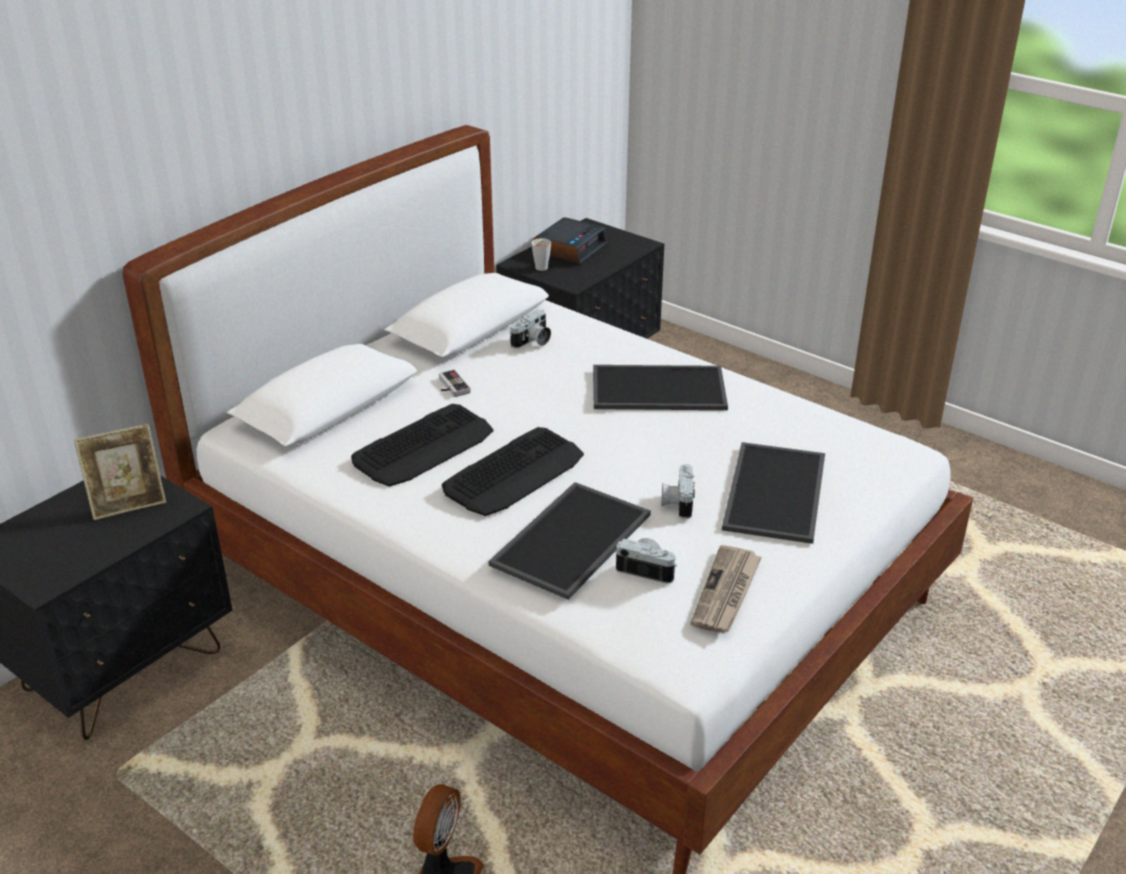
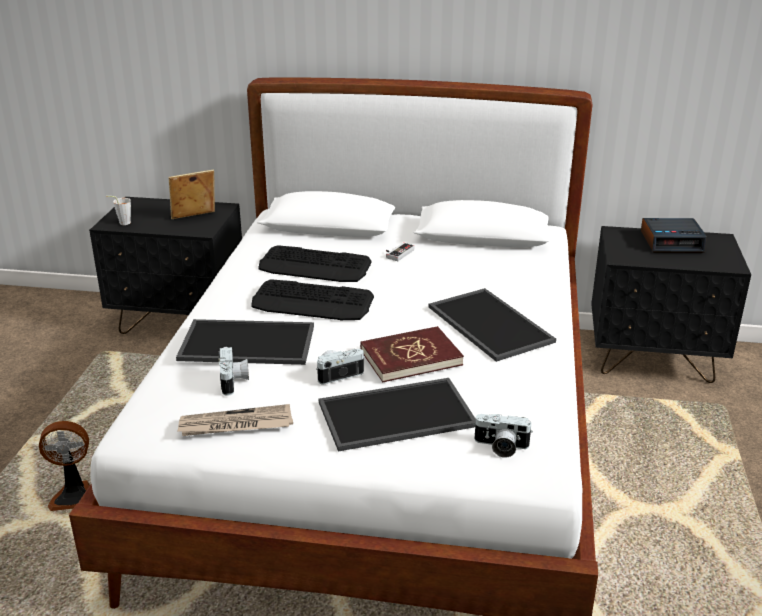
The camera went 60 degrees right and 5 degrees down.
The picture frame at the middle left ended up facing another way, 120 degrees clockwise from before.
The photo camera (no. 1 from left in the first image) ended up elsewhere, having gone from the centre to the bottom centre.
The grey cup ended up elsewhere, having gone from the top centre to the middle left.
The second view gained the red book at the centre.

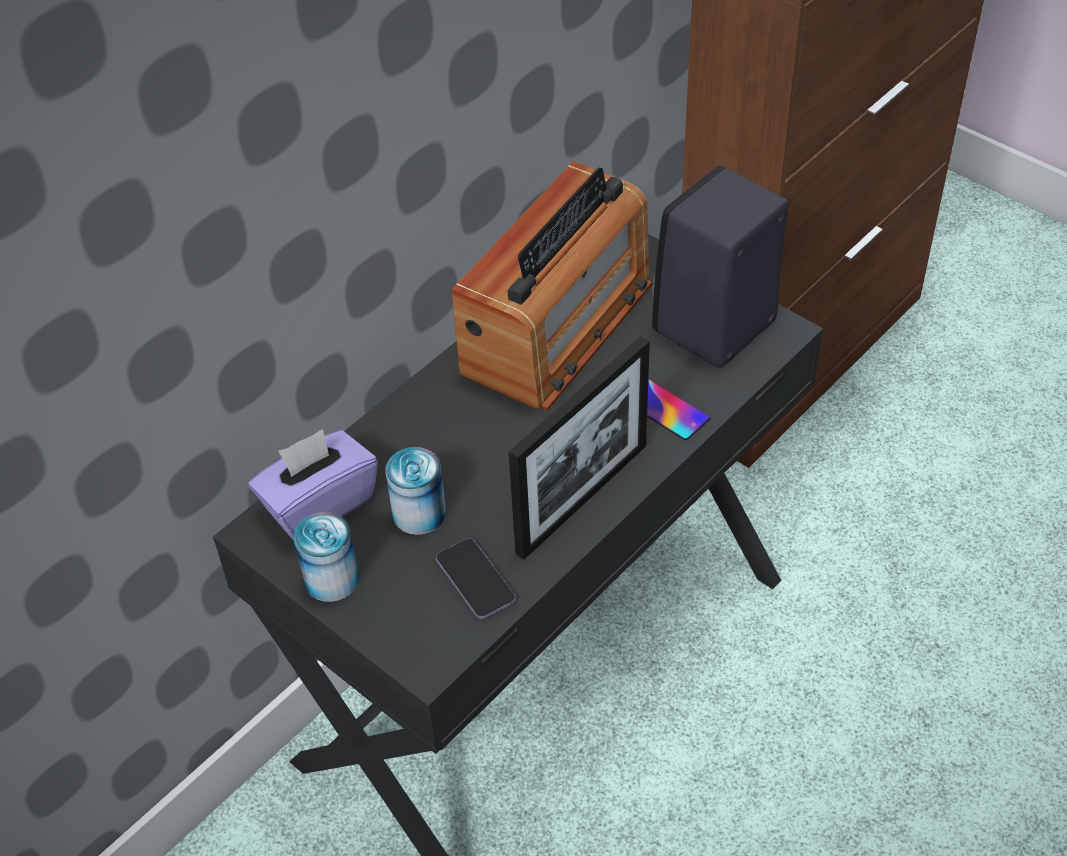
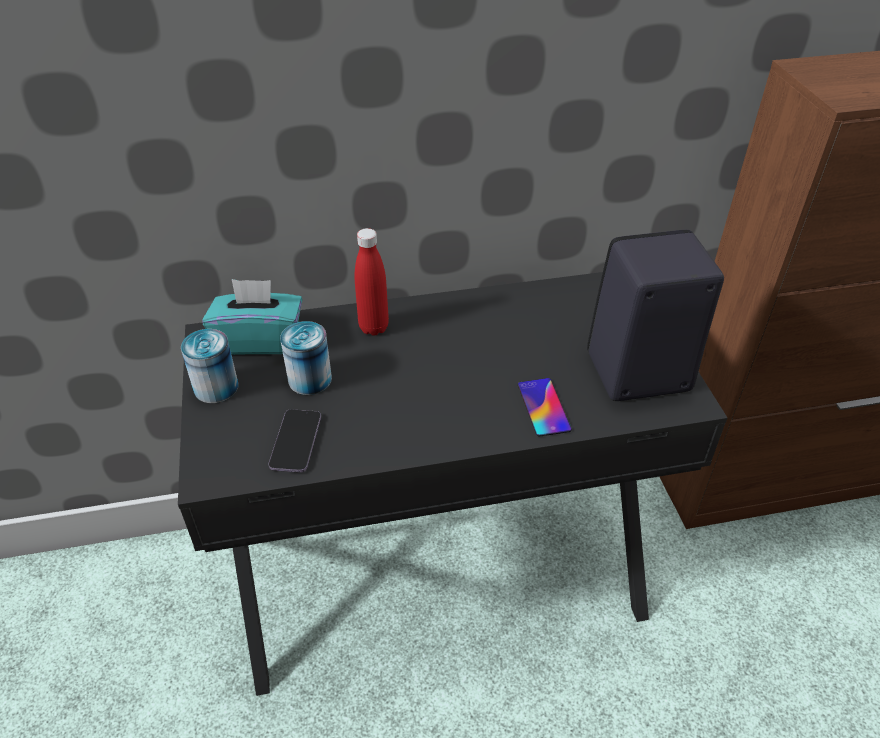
The camera went 35 degrees right and 5 degrees down.
What was the purple tissue box at the middle left turned into the turquoise tissue box at the middle left.
The second view lost the radio at the centre.
The second view lost the picture frame at the centre.
The second view gained the red bottle at the centre.

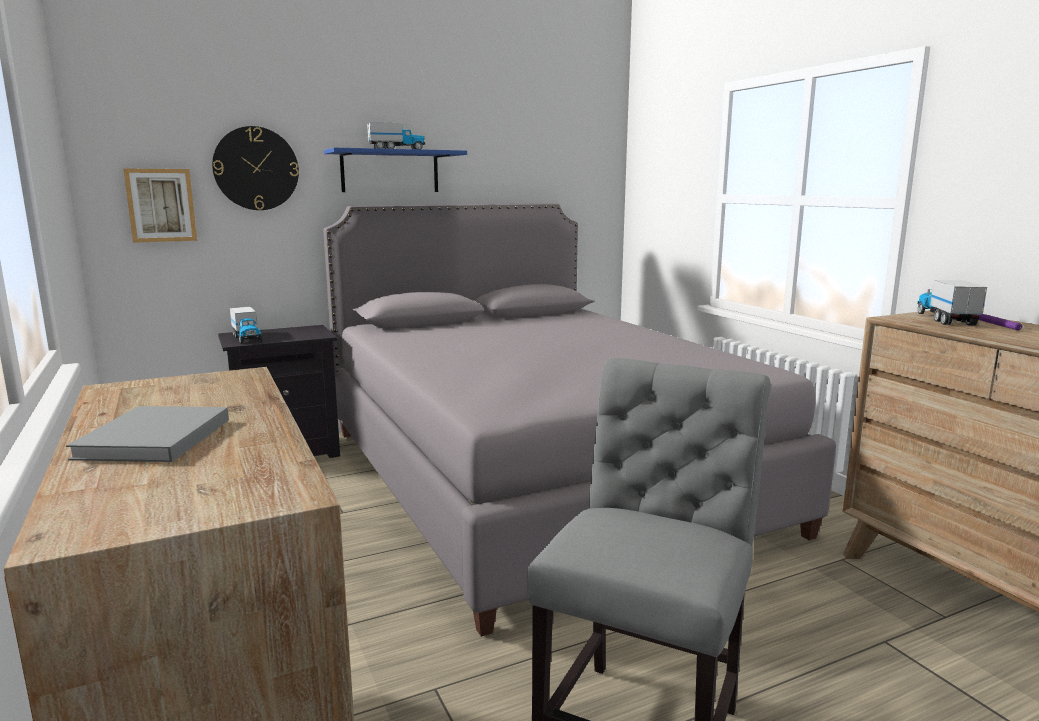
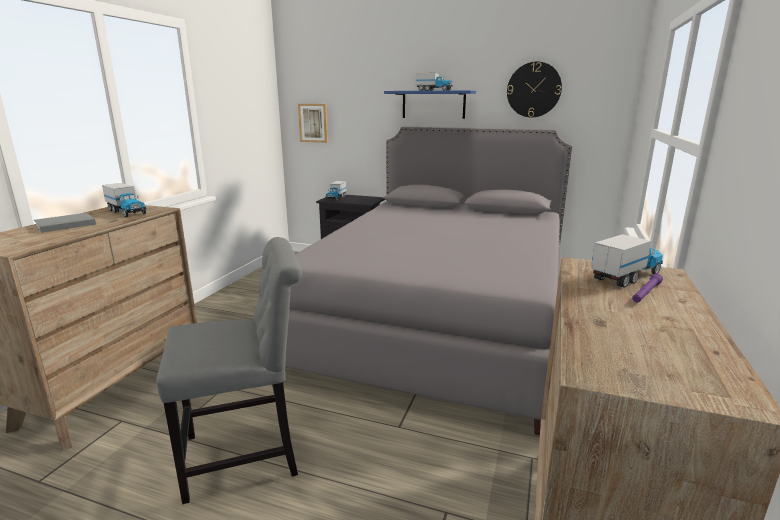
The camera went 45 degrees right and 5 degrees up.
The wall clock ended up elsewhere, having gone from the top left to the top right.
The second view gained the toy truck (no. 1 from left) at the middle left.

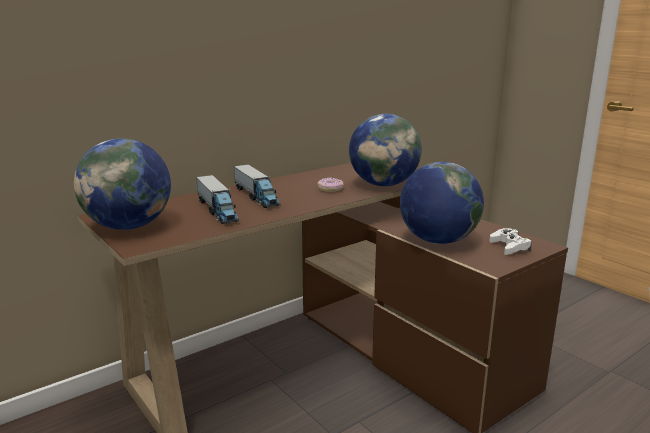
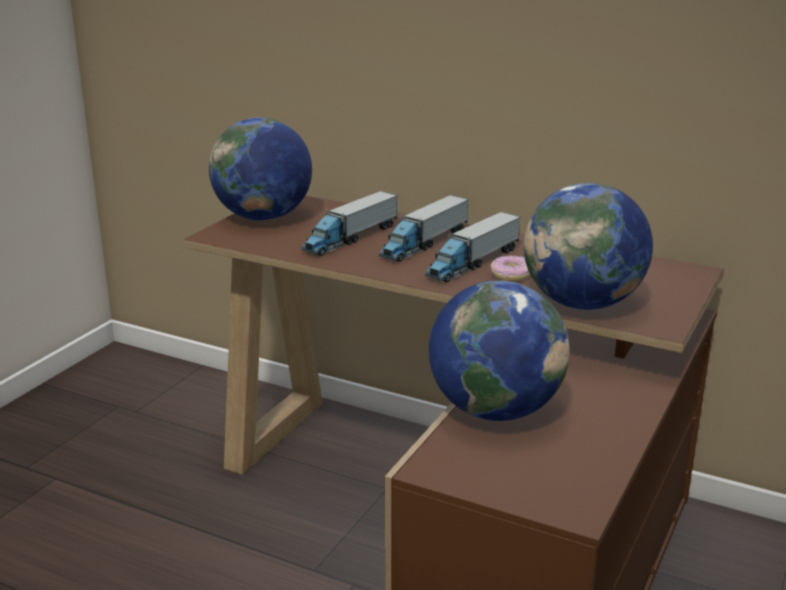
The camera went 65 degrees right and 5 degrees up.
The second view lost the white game controller at the middle right.
The second view gained the toy truck (no. 3 from left) at the centre.

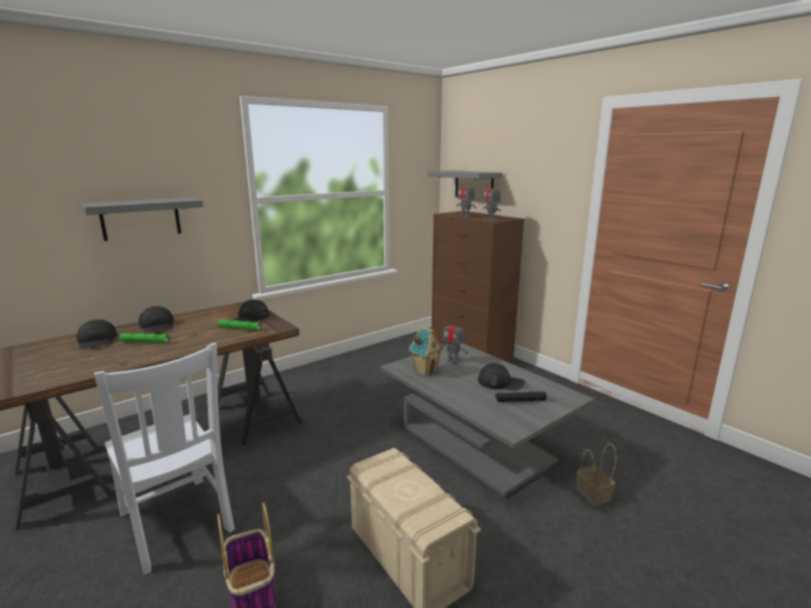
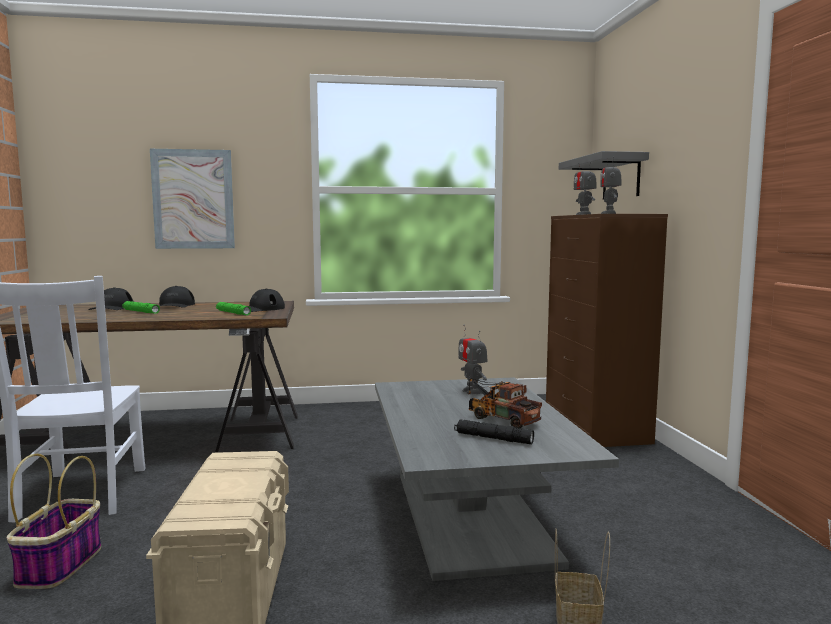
The camera went 30 degrees right and 10 degrees down.
Where the grey shelf (no. 1 from left) hung at the middle left, the picture came to hang at the top left.
The second view lost the toy house at the centre.
Where the black cap (no. 4 from left) stood at the centre, the toy truck came to stand at the centre.

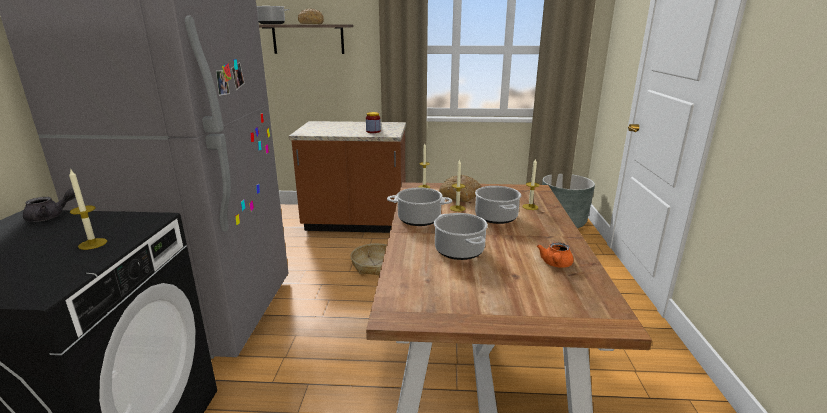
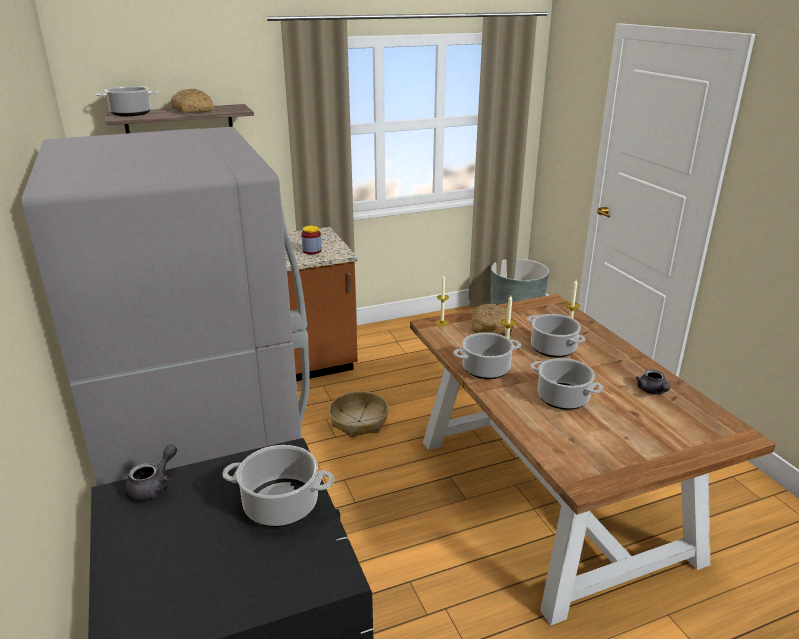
The camera went 25 degrees left and 5 degrees up.
Where the candle (no. 1 from left) stood at the middle left, the cooking pot (no. 2 from left) came to stand at the bottom centre.
What was the orange teapot at the middle right turned into the grey teapot (no. 2 from left) at the middle right.

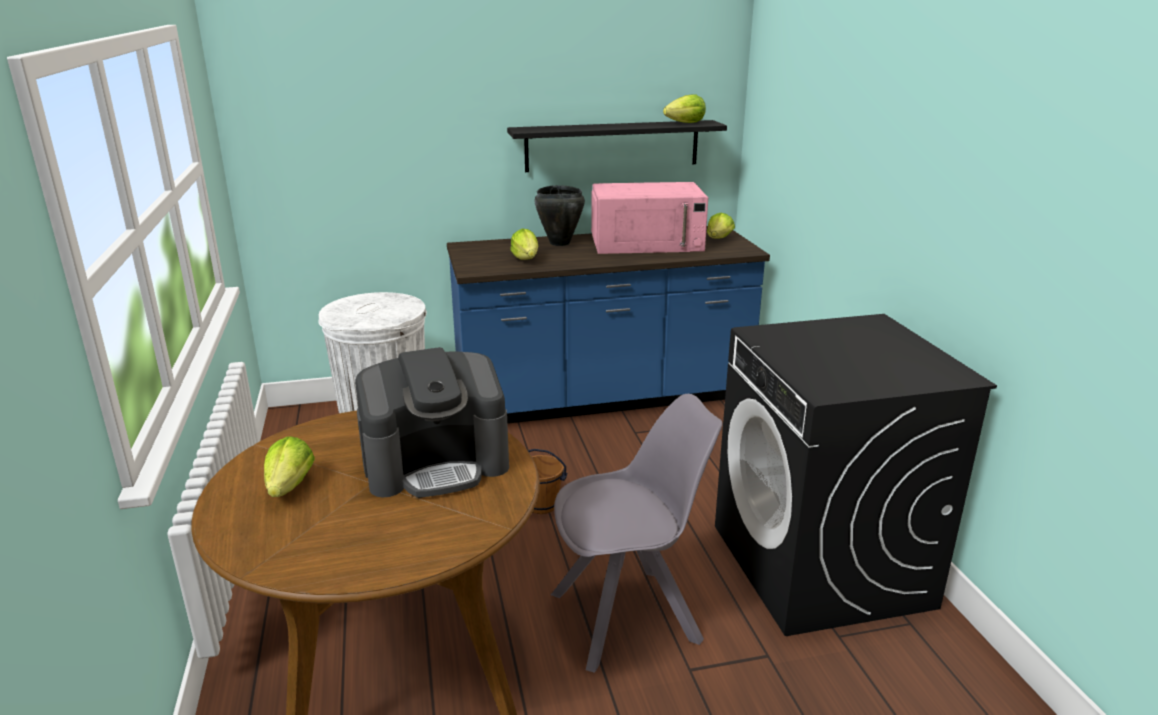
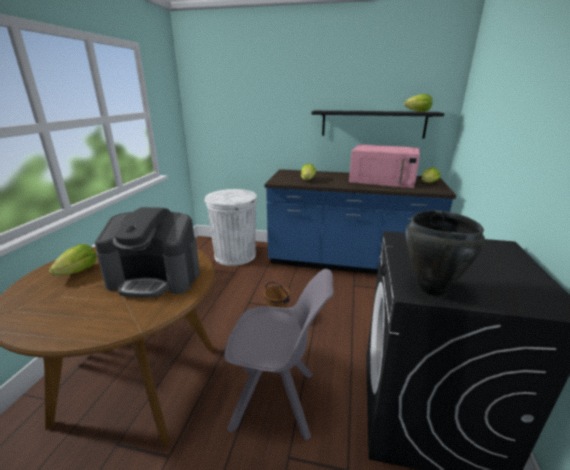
The camera went 25 degrees right and 0 degrees up.
The black cooking pot ended up elsewhere, having gone from the top centre to the middle right.

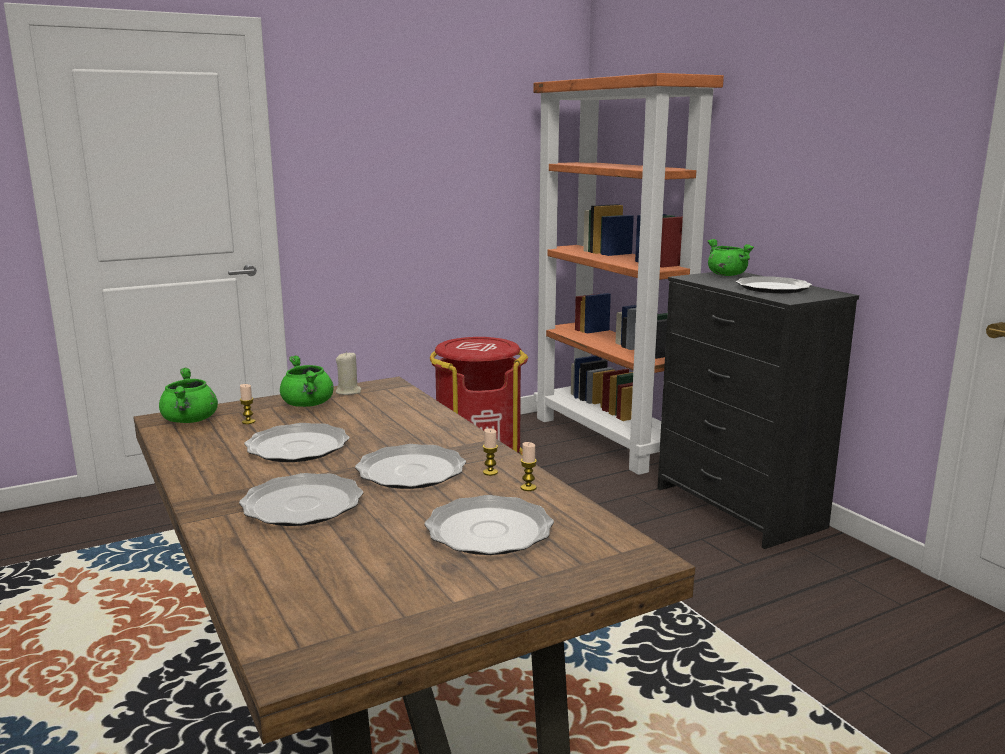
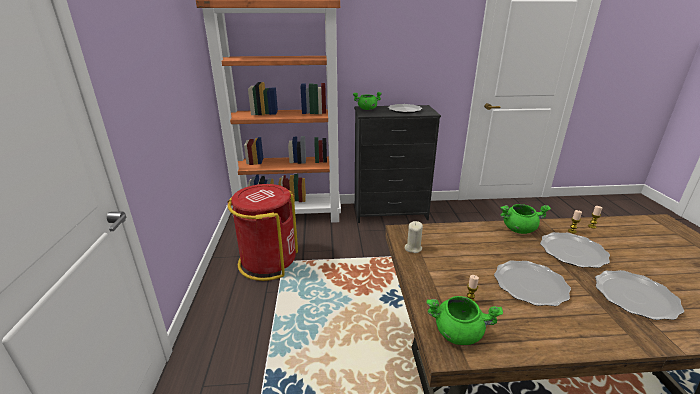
The camera went 65 degrees left and 10 degrees up.
The green cooking pot (no. 2 from left in the first image) ended up elsewhere, having gone from the middle left to the middle right.
The second view lost the plate (no. 4 from left) at the bottom centre.

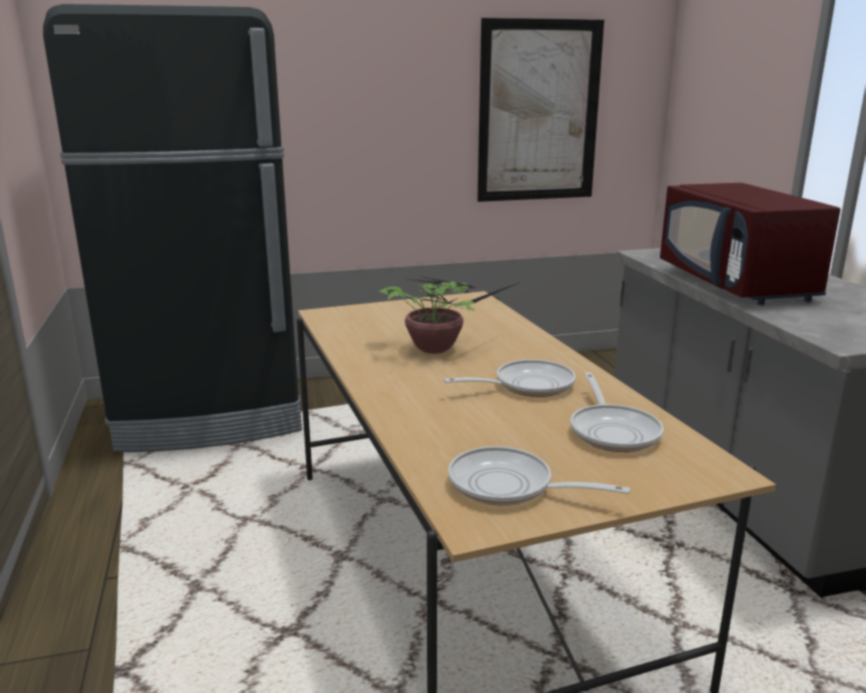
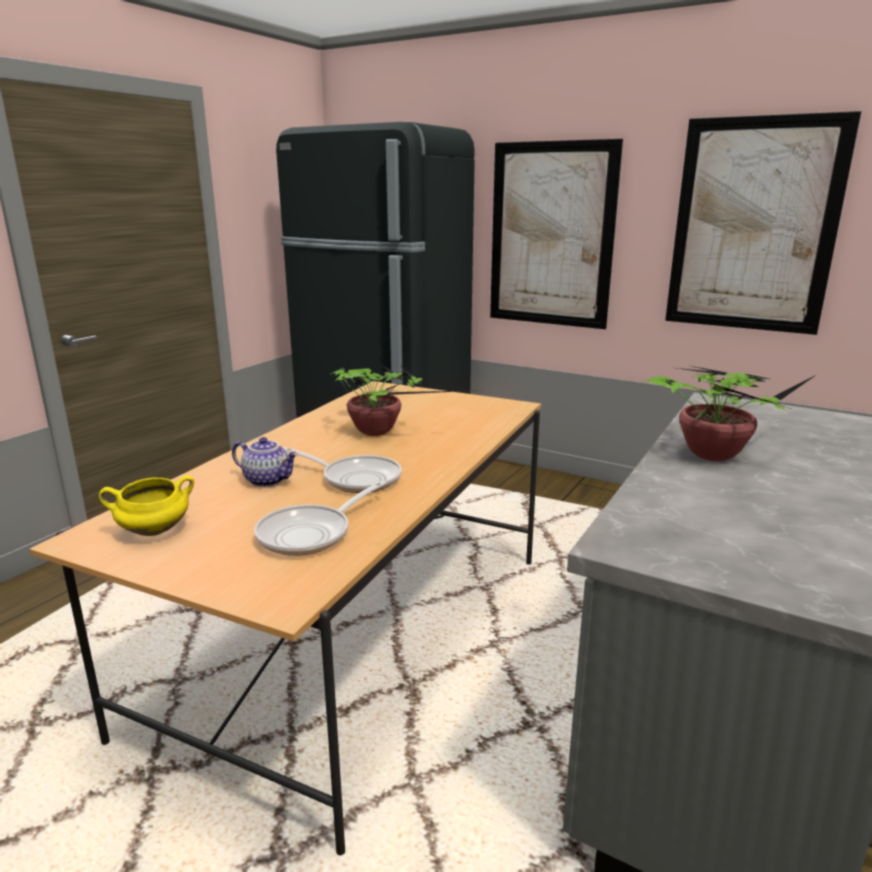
The camera went 45 degrees right and 0 degrees up.
Where the frying pan (no. 2 from left) stood at the bottom centre, the yellow cooking pot came to stand at the middle left.
Where the red microwave stood at the middle right, the potted plant (no. 2 from left) came to stand at the middle right.
The second view gained the teapot at the middle left.
The second view gained the picture (no. 1 from left) at the top centre.

